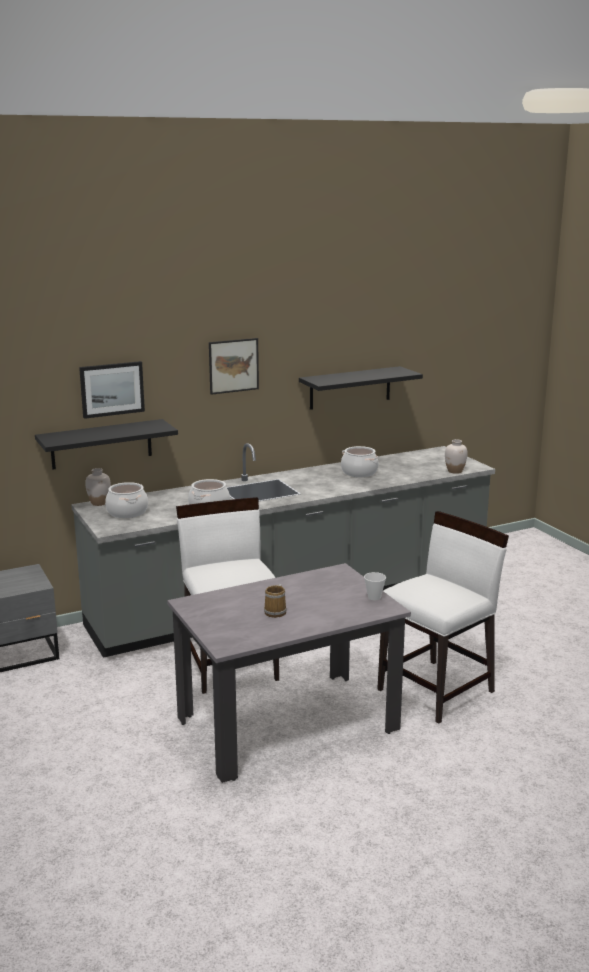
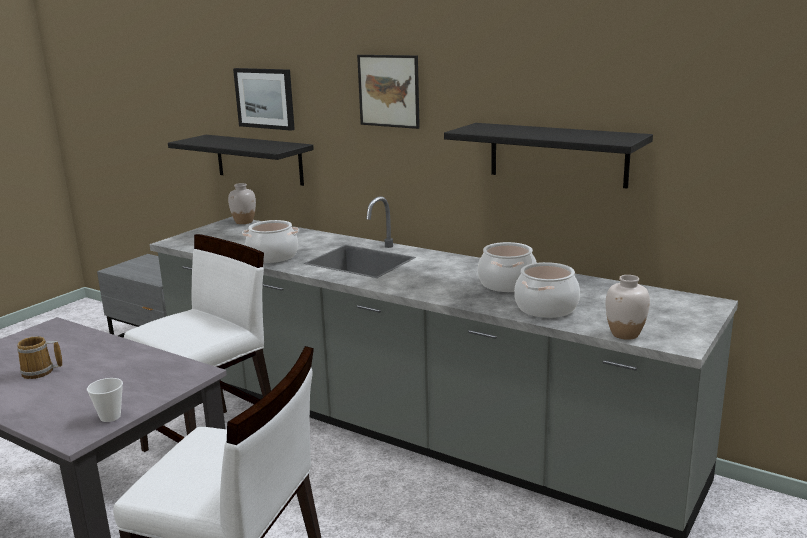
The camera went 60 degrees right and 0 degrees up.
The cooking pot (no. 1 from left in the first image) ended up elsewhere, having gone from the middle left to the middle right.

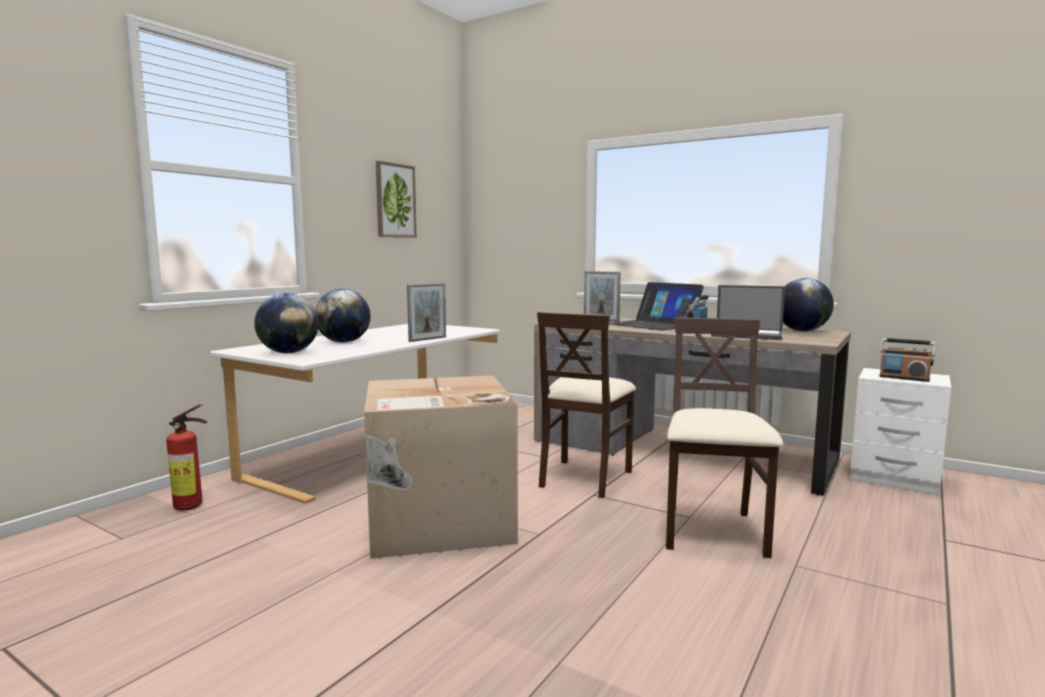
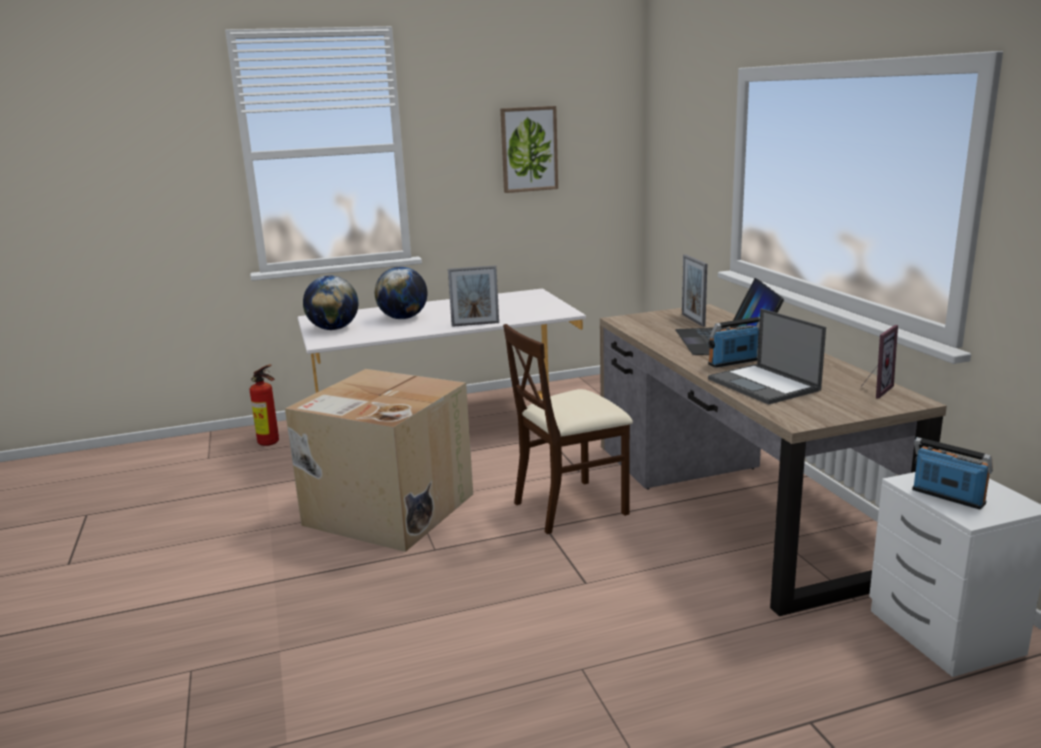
The camera went 40 degrees right and 10 degrees up.
The second view lost the beige chair (no. 2 from left) at the middle right.
Where the globe (no. 3 from left) stood at the middle right, the picture frame (no. 3 from left) came to stand at the middle right.
The radio (no. 2 from left) at the middle right ended up facing another way, 150 degrees clockwise from before.

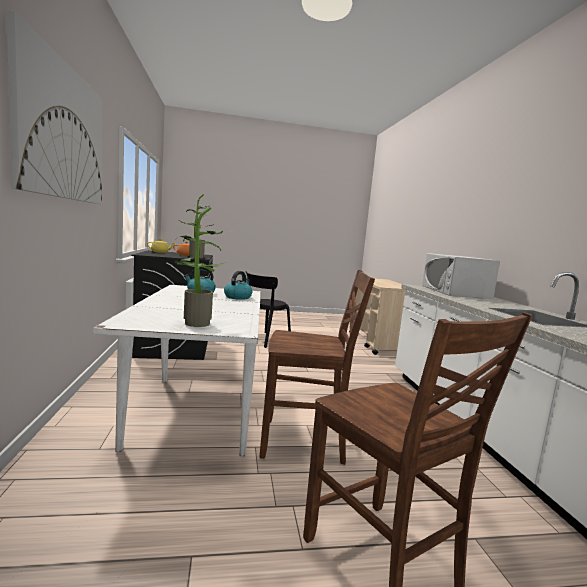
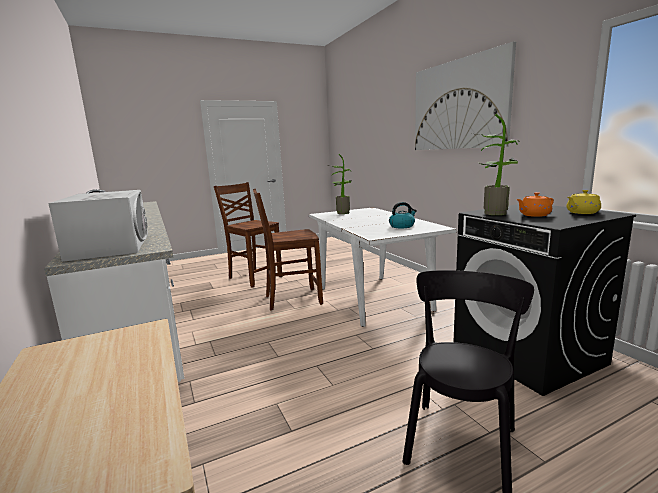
The camera went 165 degrees right and 5 degrees up.
The second view lost the kettle (no. 2 from left) at the centre.

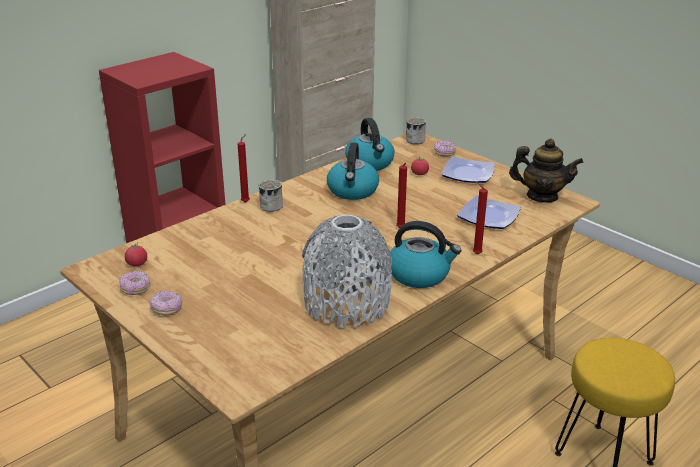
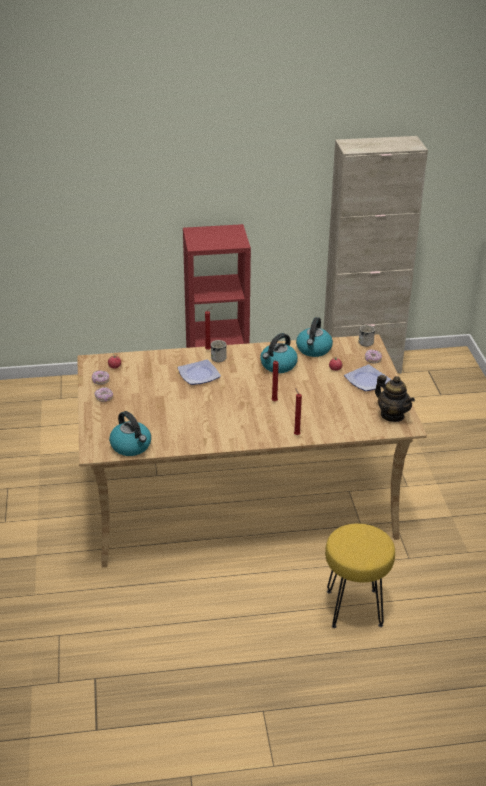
The camera went 35 degrees right and 5 degrees up.
The second view lost the grey vase at the centre.
The kettle (no. 3 from left in the first image) ended up elsewhere, having gone from the centre to the middle left.
The plate (no. 2 from left in the first image) ended up elsewhere, having gone from the middle right to the centre.

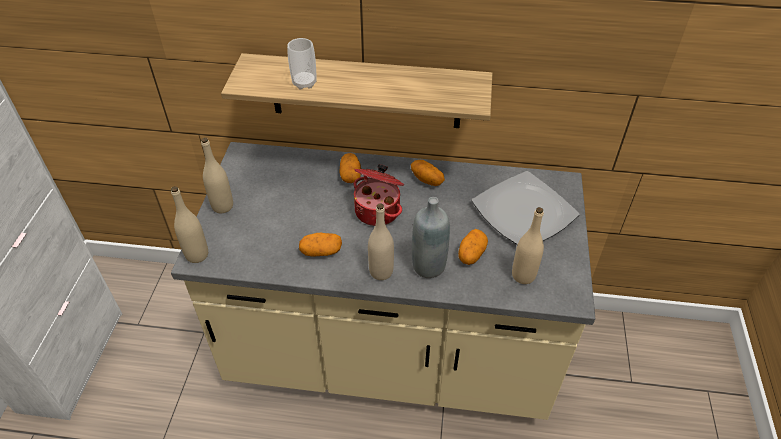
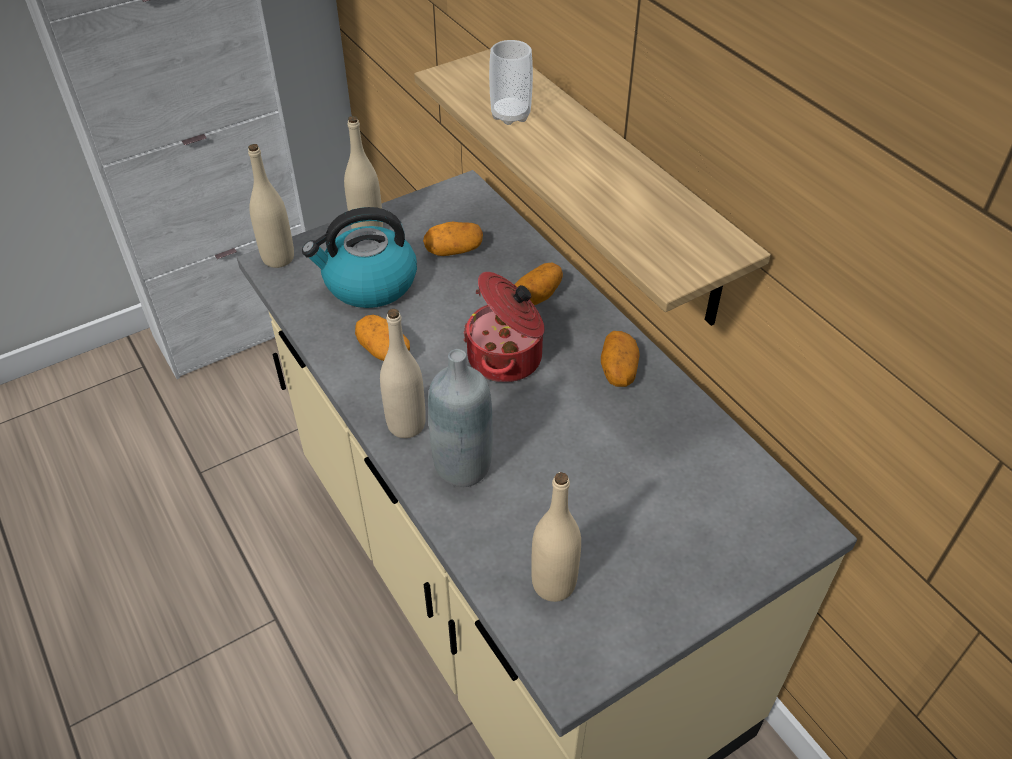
The camera went 50 degrees right and 0 degrees up.
The potato (no. 4 from left in the first image) ended up elsewhere, having gone from the centre to the top centre.
The second view lost the plate at the middle right.
The second view gained the kettle at the centre.

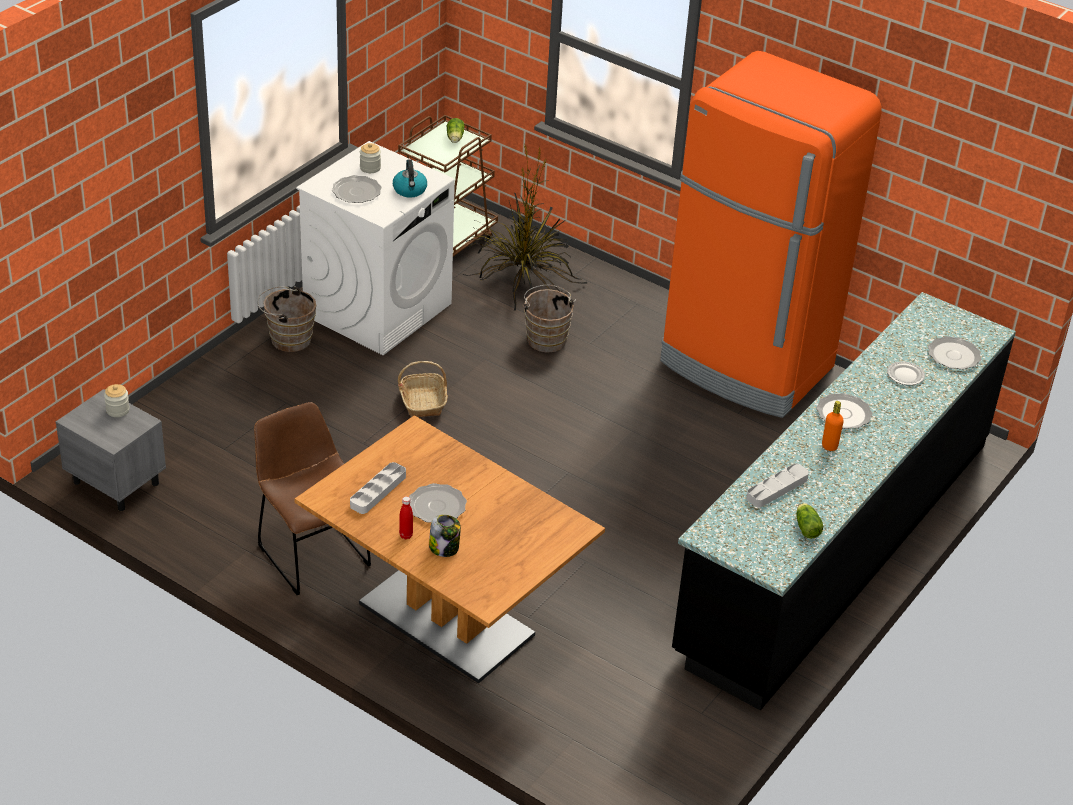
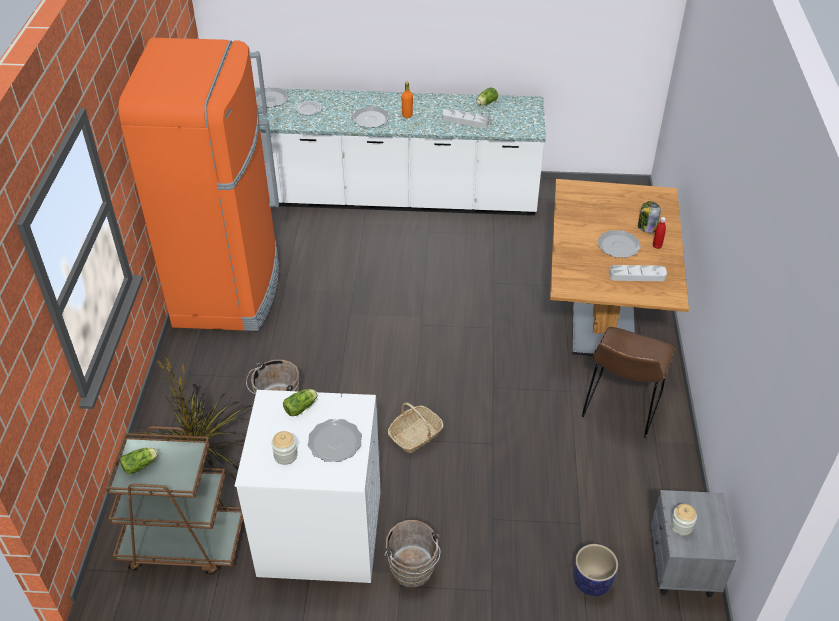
The camera went 120 degrees left and 5 degrees up.
Where the kettle stood at the top centre, the lettuce (no. 2 from left) came to stand at the centre.
What was the black counter at the middle right turned into the white counter at the top centre.
The second view gained the planter at the bottom right.

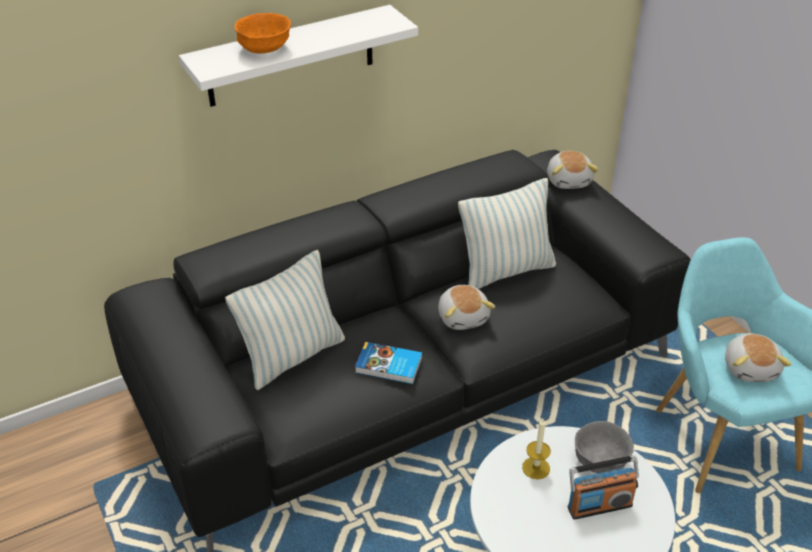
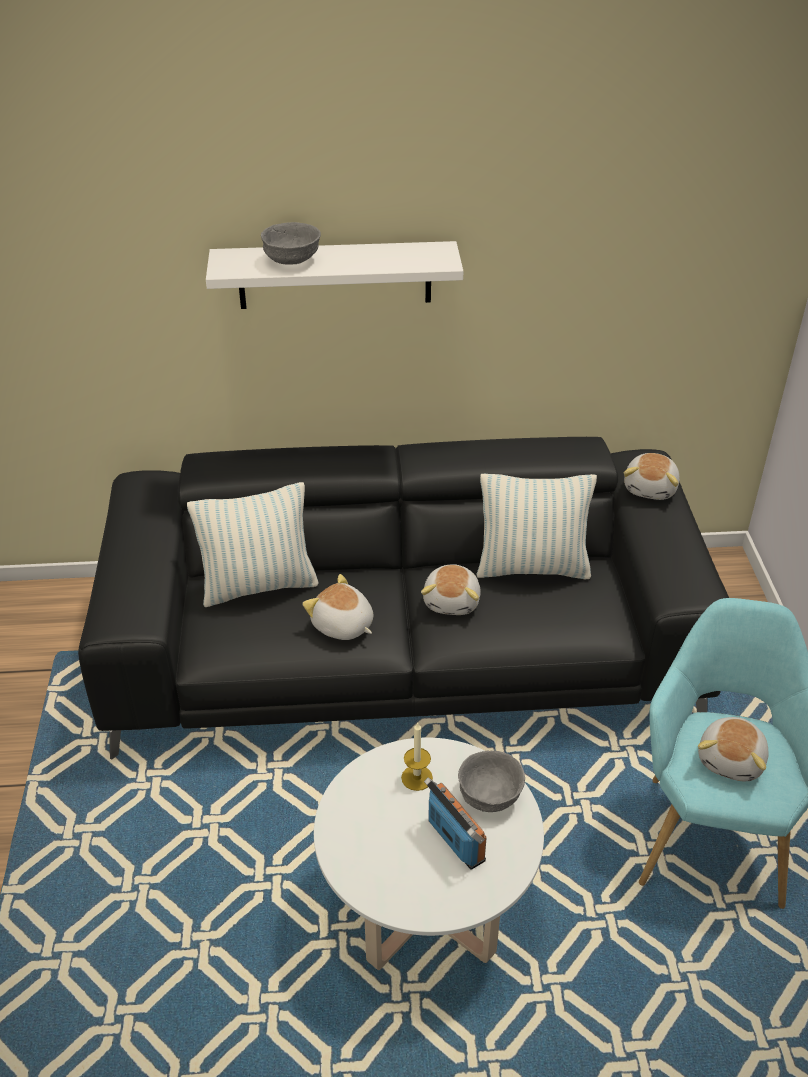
The camera went 25 degrees right and 0 degrees up.
What was the orange bowl at the top left turned into the grey bowl (no. 1 from left) at the top centre.
Where the book stood at the centre, the plush toy (no. 1 from left) came to stand at the centre.
The radio at the bottom right ended up facing another way, 135 degrees counterclockwise from before.

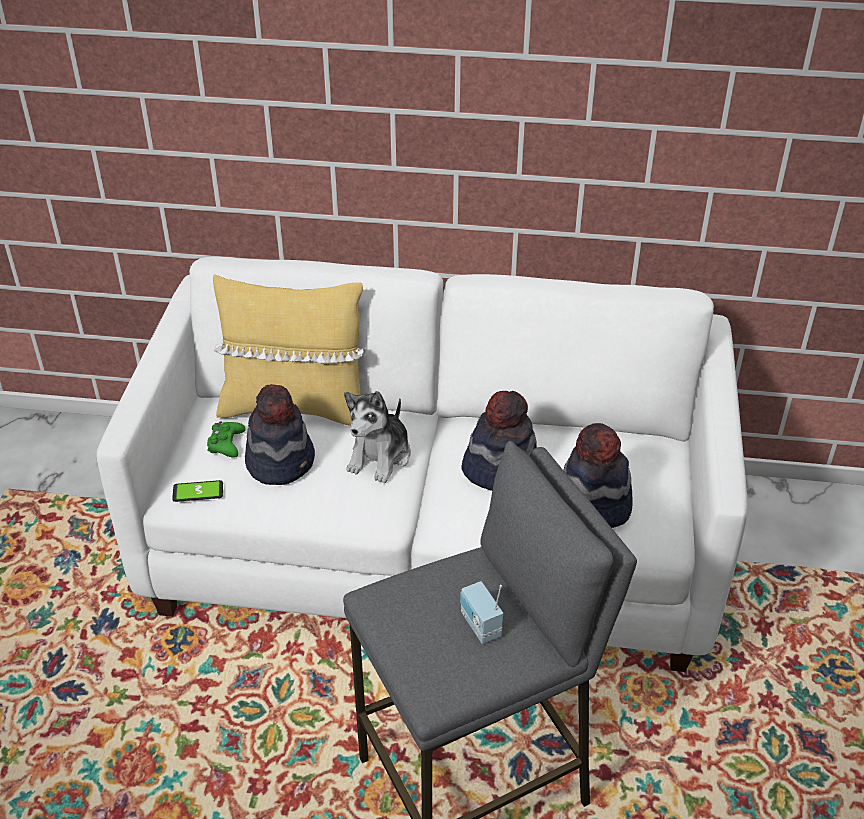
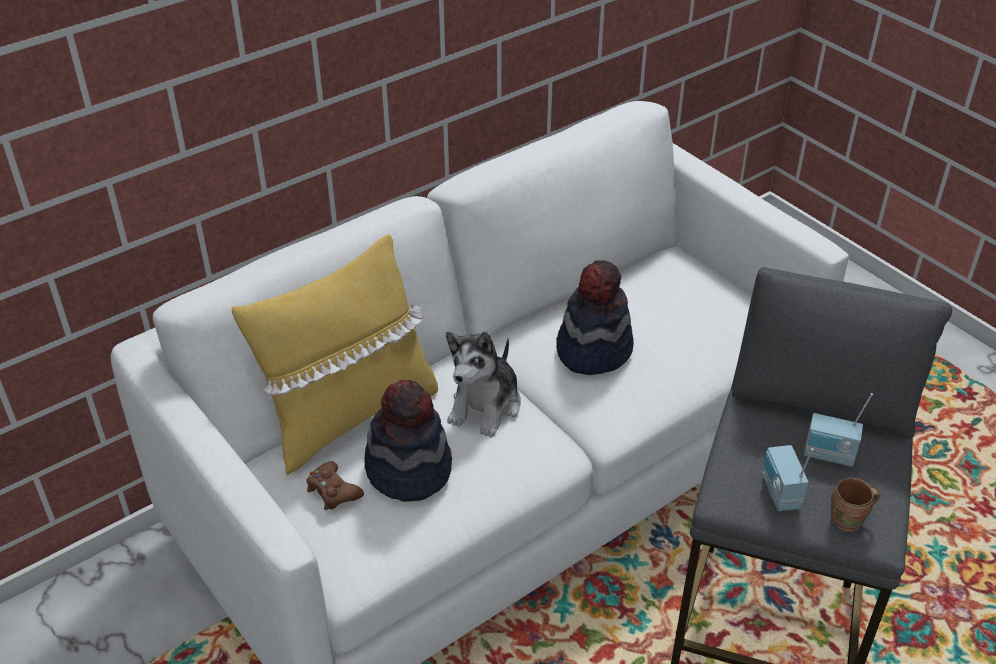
The camera went 45 degrees left and 0 degrees up.
The second view lost the phone at the middle left.
What was the green game controller at the middle left turned into the brown game controller at the bottom centre.
The plush toy at the centre ended up facing another way, 45 degrees clockwise from before.
The second view lost the hat (no. 3 from left) at the middle right.
The second view gained the radio (no. 1 from left) at the bottom right.
The second view gained the brown mug at the bottom right.

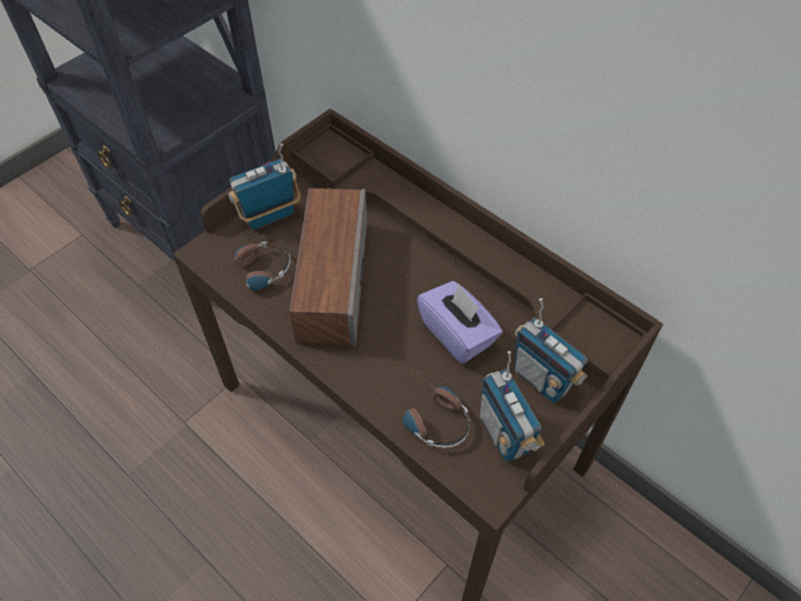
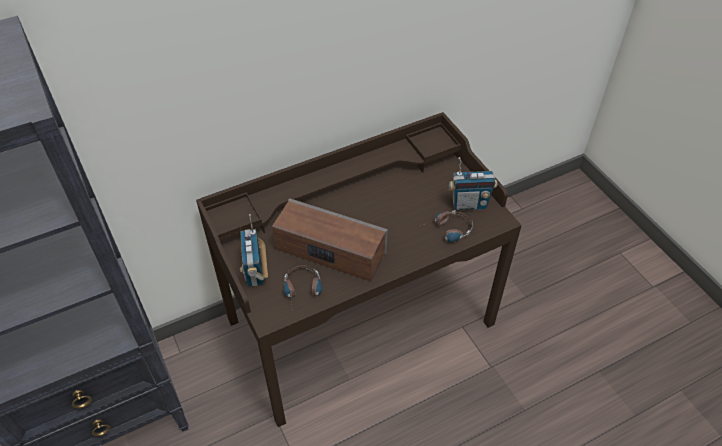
The camera went 70 degrees left and 5 degrees down.
The second view lost the purple tissue box at the centre.
The second view lost the radio (no. 3 from left) at the middle right.

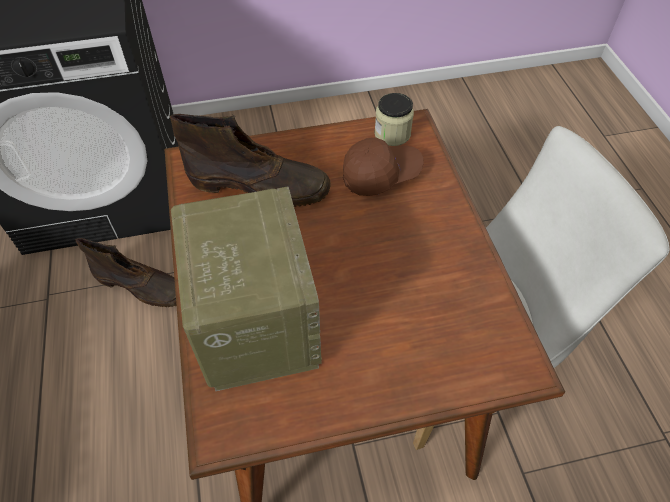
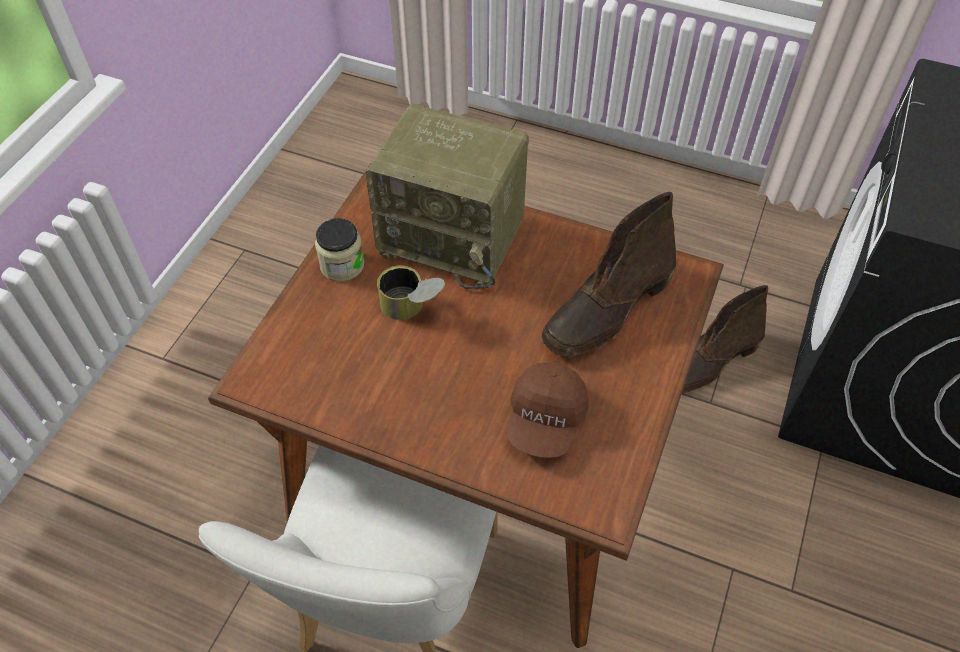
The camera went 125 degrees right and 0 degrees up.
The jar ended up elsewhere, having gone from the top centre to the centre.
The second view gained the can at the centre.

